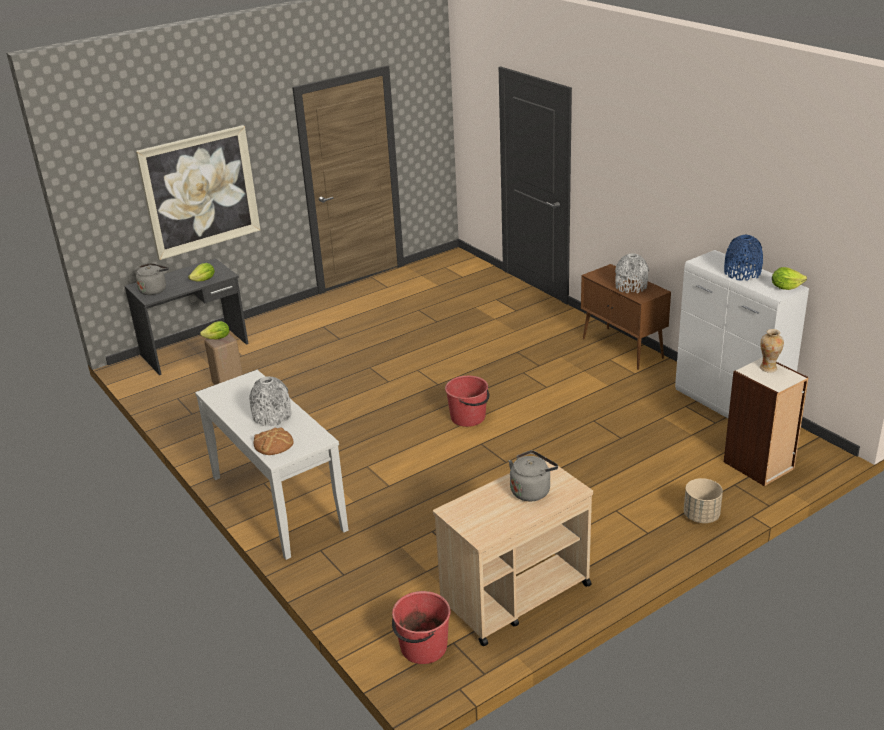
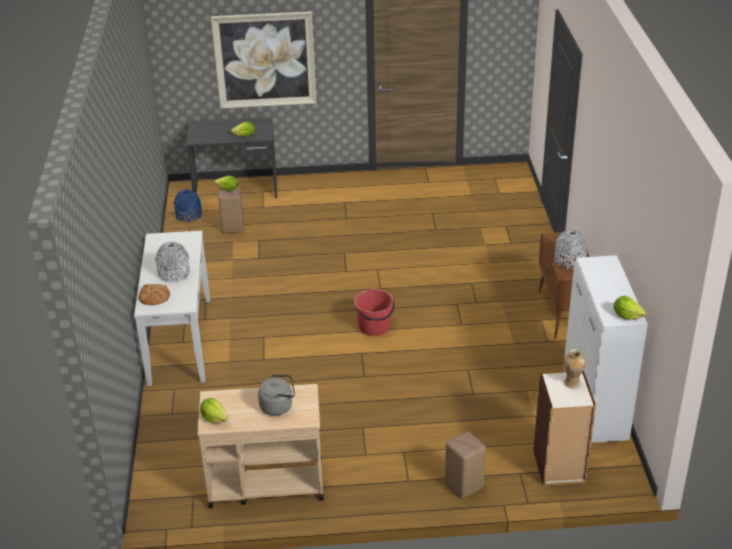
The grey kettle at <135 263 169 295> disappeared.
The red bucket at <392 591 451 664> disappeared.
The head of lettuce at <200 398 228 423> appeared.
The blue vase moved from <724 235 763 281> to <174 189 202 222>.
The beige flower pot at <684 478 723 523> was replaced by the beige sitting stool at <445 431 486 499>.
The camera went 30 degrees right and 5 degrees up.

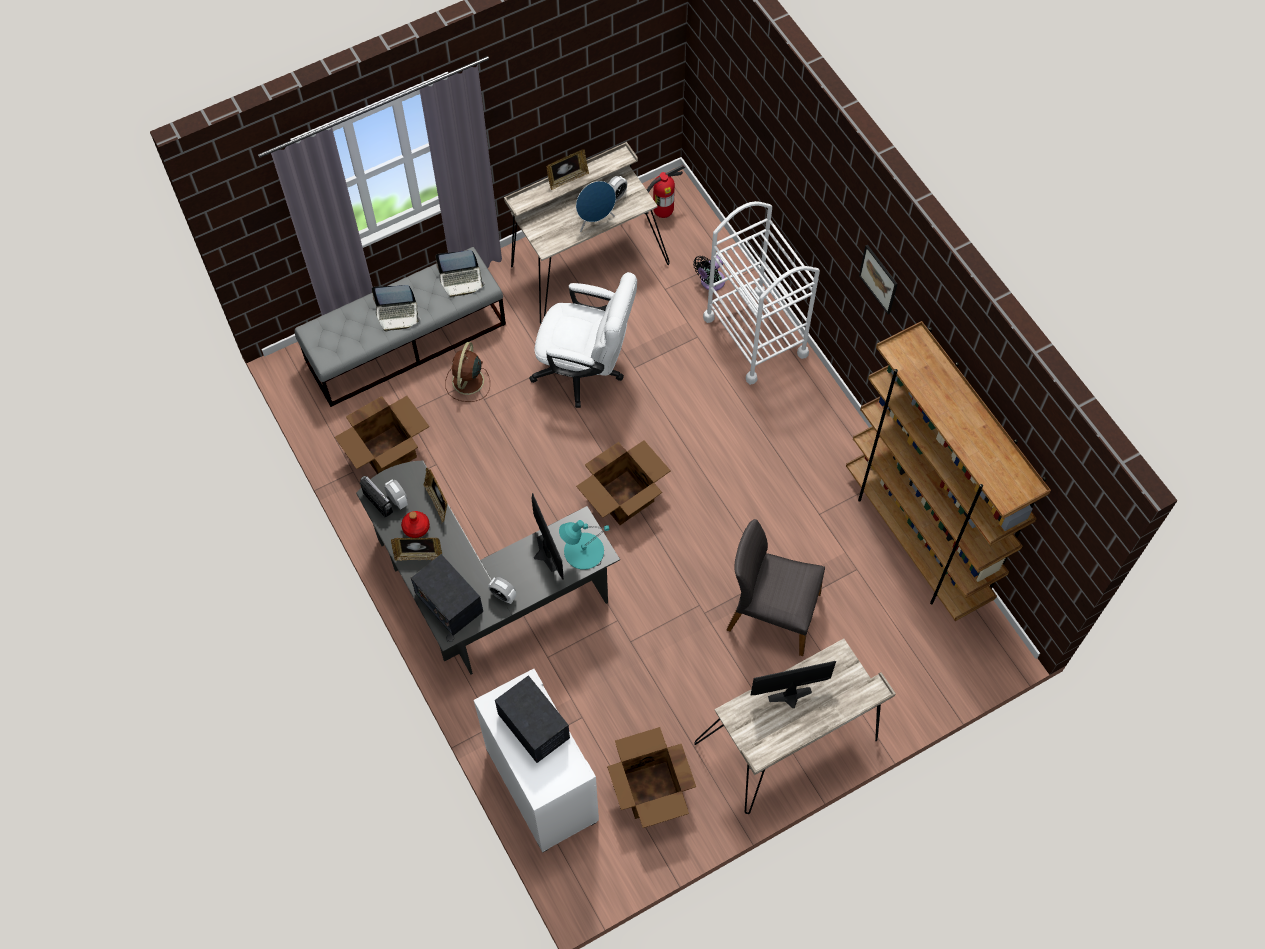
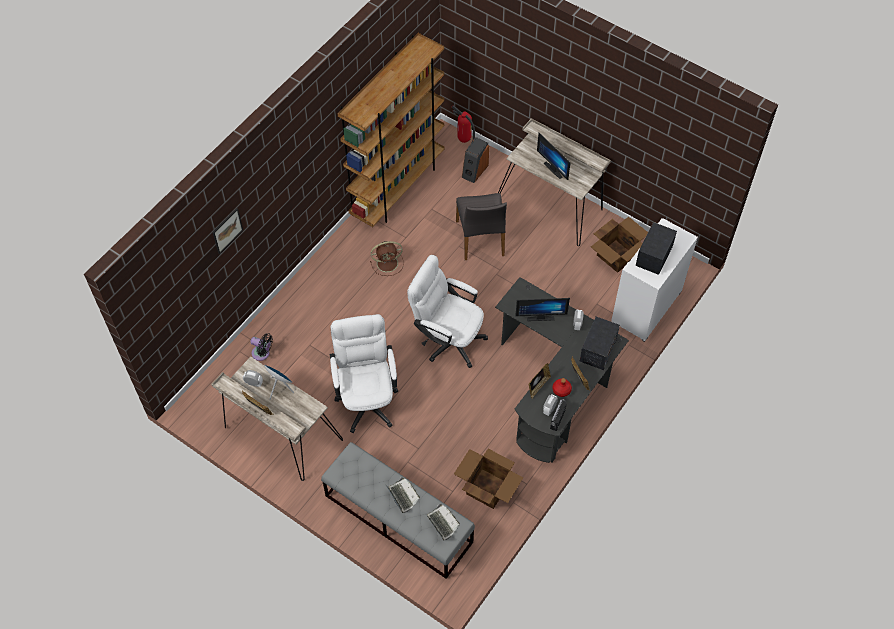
The turquoise-coloured lamp for a table at <559 520 610 570> disappeared.
The white cart at <703 201 820 385> disappeared.
The speaker at <462 137 489 183> appeared.
The laptop moved from <435 250 485 297> to <427 504 460 541>.
The brown-coloured cooling fan moved from <445 342 490 402> to <370 241 404 276>.
The fire-fighting cylinder moved from <644 165 685 218> to <452 105 475 143>.
The wall art moved from <859 245 897 314> to <213 208 243 254>.
The packing box at <576 440 671 525> was replaced by the white computer chair at <407 255 488 368>.
The computer display at <531 493 564 580> turned 135 degrees counterclockwise.
The camera went 115 degrees left and 5 degrees down.

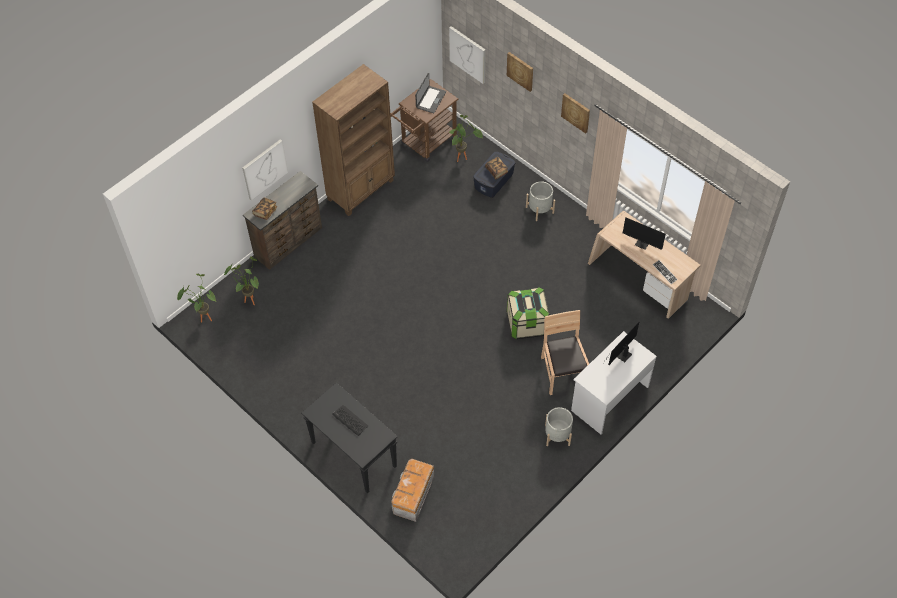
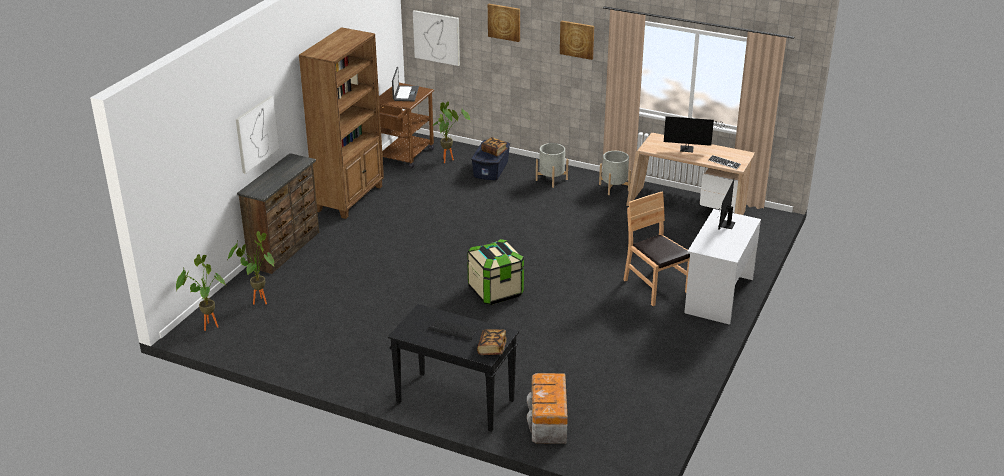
The book moved from <252 197 277 220> to <477 329 507 355>.
The storage container moved from <507 287 550 339> to <467 239 524 305>.
The grey flower pot moved from <545 407 573 446> to <599 151 631 195>.
The camera went 20 degrees left and 25 degrees down.

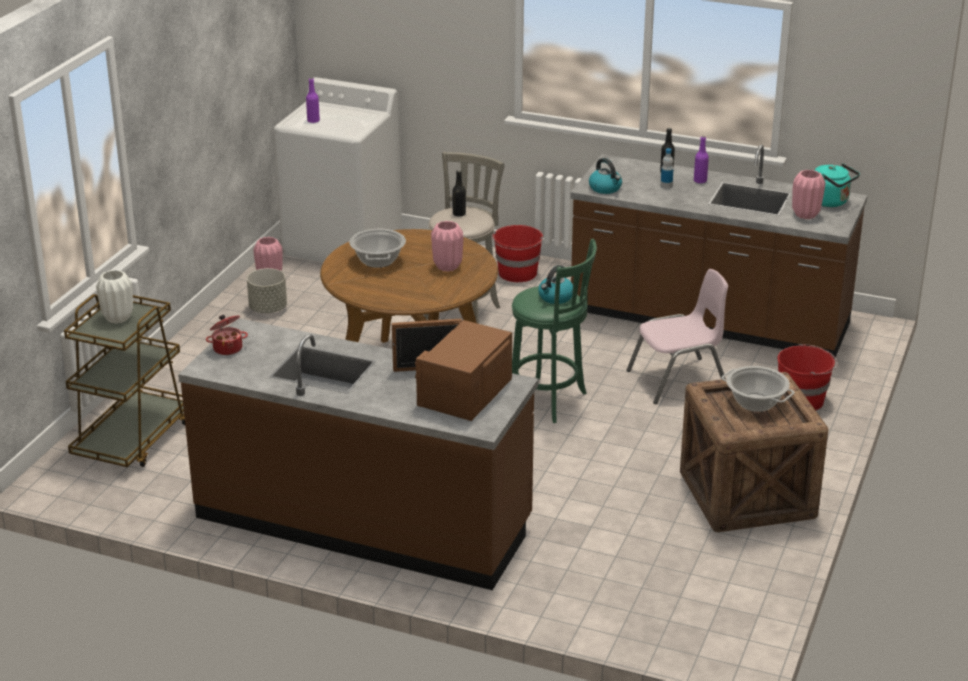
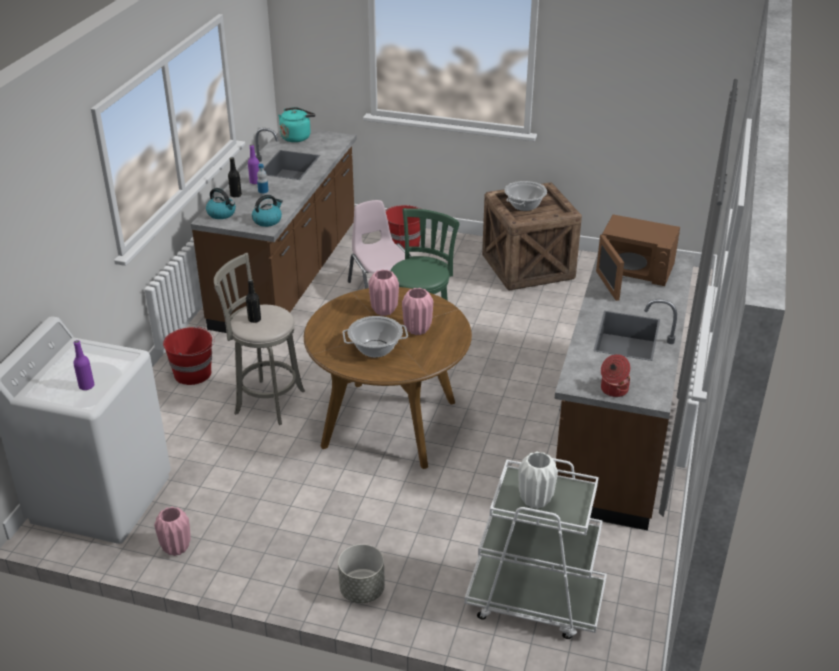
The grey flower pot moved from <247 268 287 313> to <338 544 385 603>.
The kettle moved from <538 265 573 304> to <206 188 236 219>.
The pinkish vase moved from <792 170 826 219> to <402 288 433 335>.
The brown-coloured cart at <64 294 185 467> became the white cart at <465 458 607 639>.
The camera went 95 degrees left and 5 degrees up.

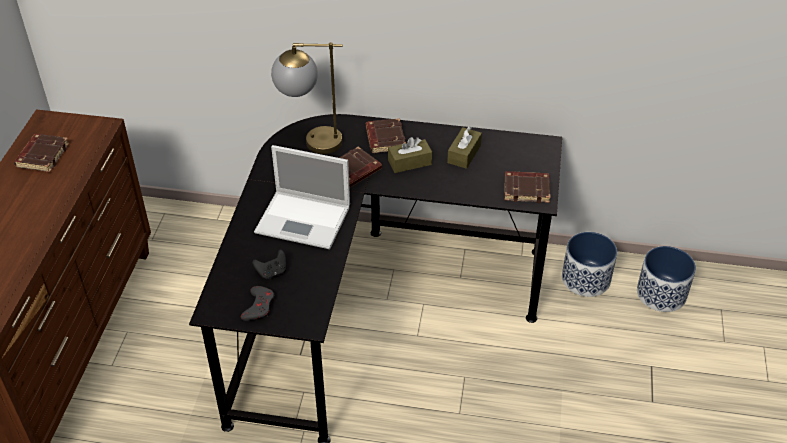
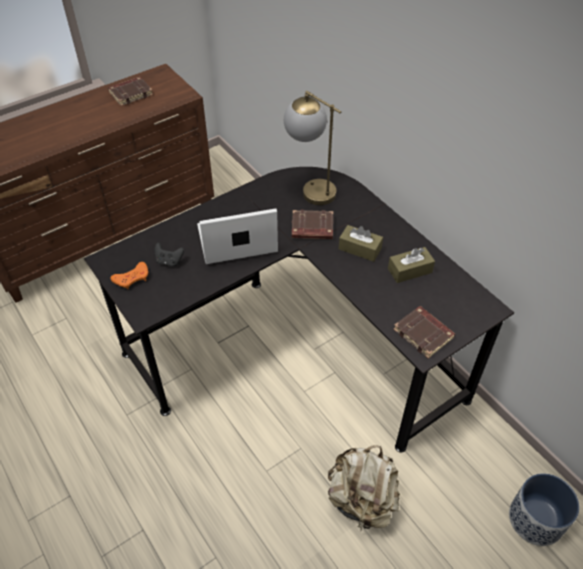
The brown-coloured book at <366 118 406 153> disappeared.
The flower pot at <562 232 617 297> disappeared.
The beige rucksack at <328 445 400 530> appeared.
The grey gamepad at <241 286 274 321> became the orange-coloured gamepad at <110 262 148 289>.
The laptop at <254 145 350 249> turned 105 degrees clockwise.
The camera went 45 degrees right and 5 degrees up.

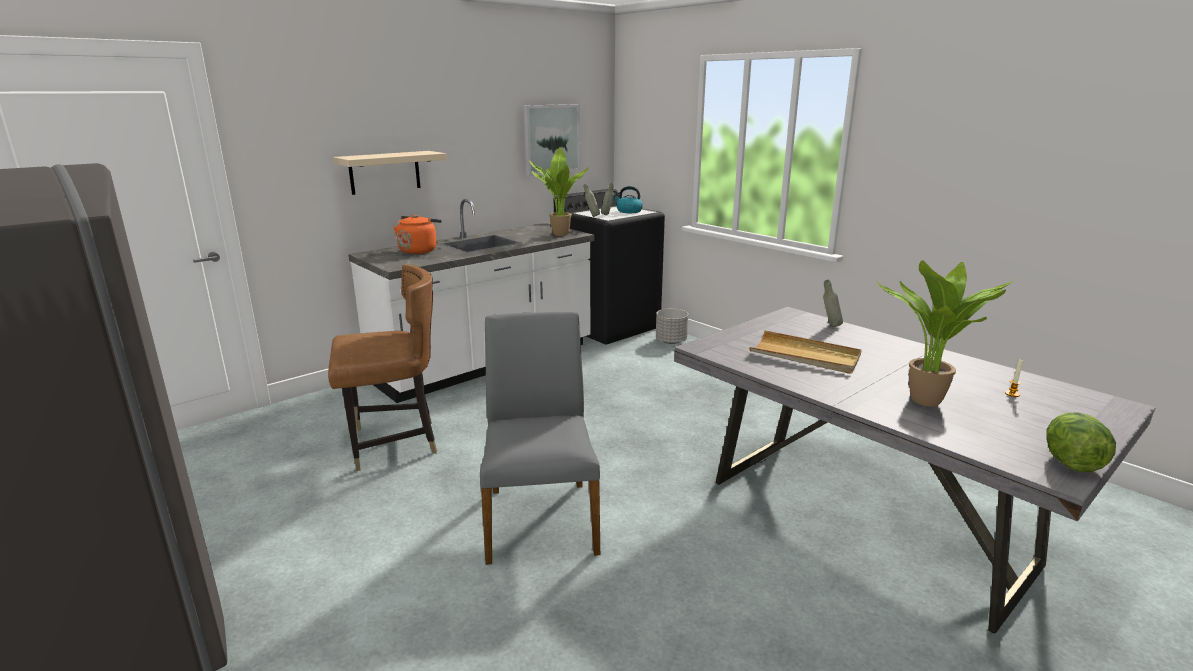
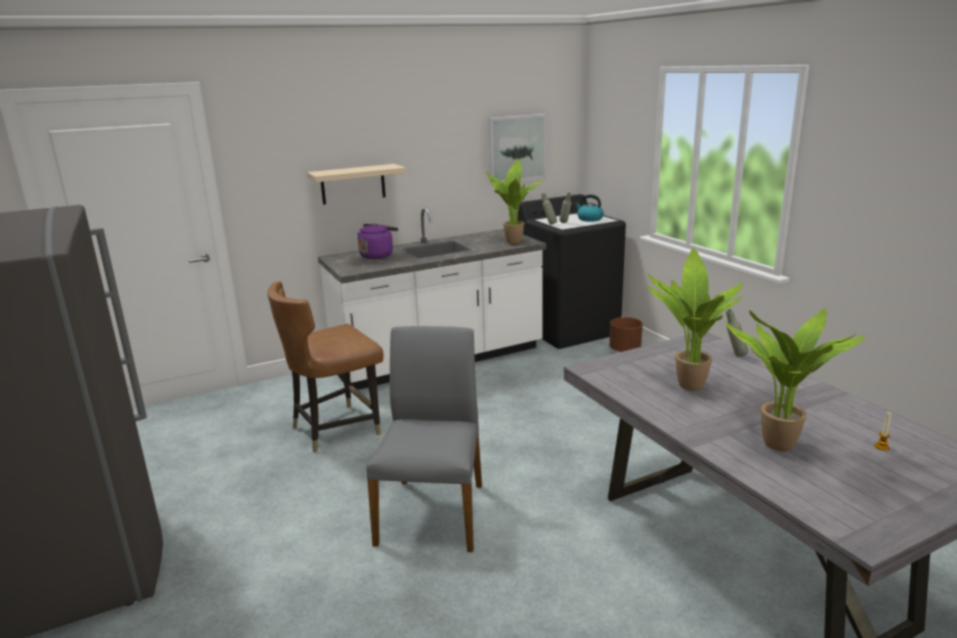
The head of lettuce at <1046 412 1116 472> disappeared.
The beige carrying tray at <749 330 861 374> was replaced by the plant in a pot at <648 248 743 391>.
The orange-coloured kettle at <393 215 442 254> became the purple-coloured kettle at <357 223 398 259>.
The grey flower pot at <656 309 688 344> became the brown-coloured flower pot at <609 317 643 352>.
The brown-coloured chair at <328 264 437 471> turned 150 degrees clockwise.
The camera went 15 degrees right and 0 degrees up.

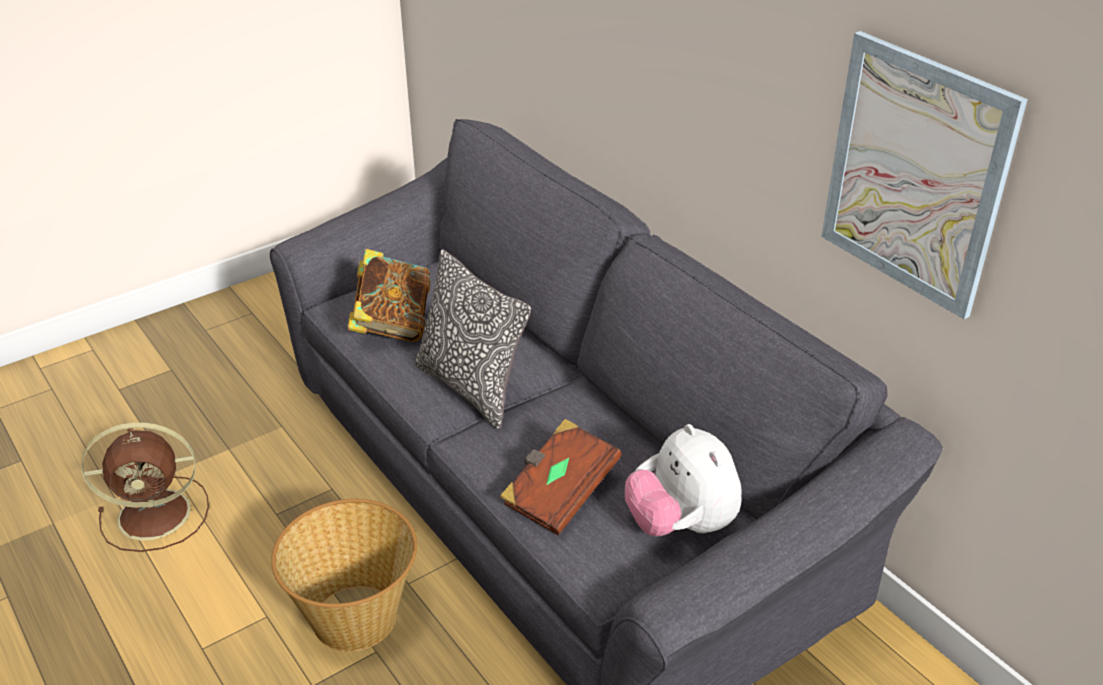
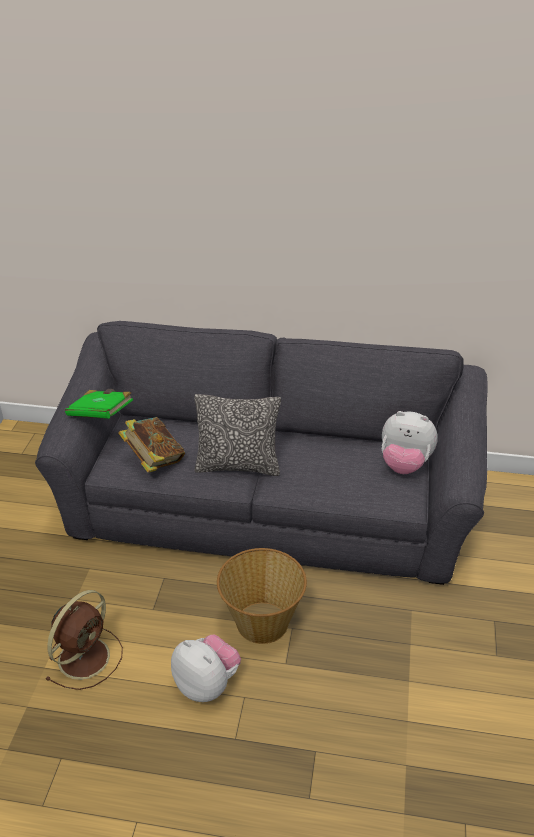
The brown-coloured book at <499 419 622 535> disappeared.
The wall art at <821 31 1028 319> disappeared.
The green book at <65 389 133 419> appeared.
The plush toy at <171 634 241 702> appeared.
The camera went 45 degrees left and 0 degrees up.

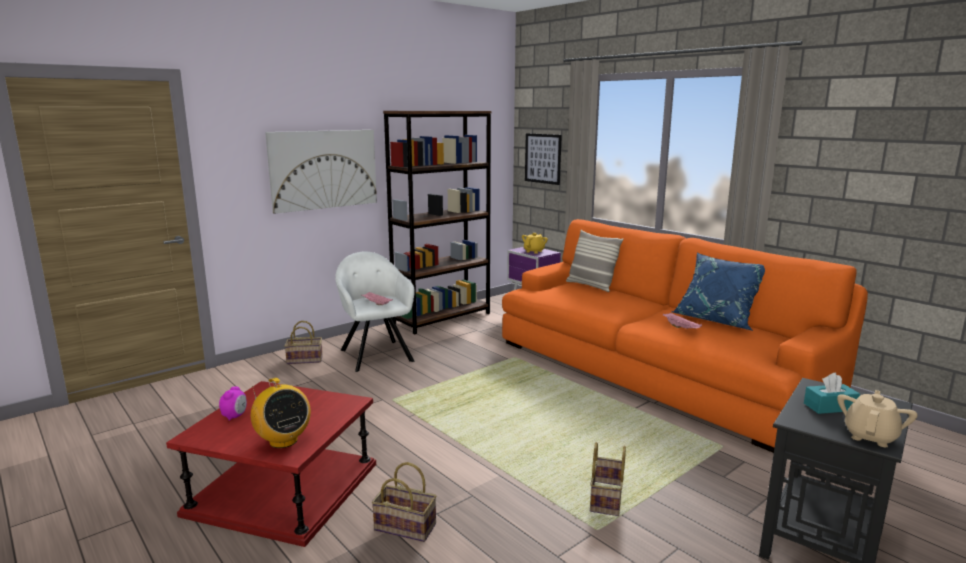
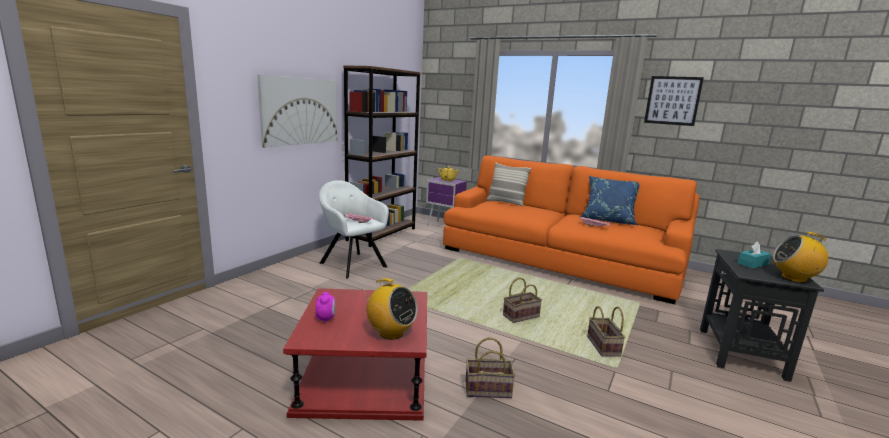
The basket moved from <284 321 323 364> to <503 278 542 323>.
The wall art moved from <525 133 562 185> to <644 76 704 126>.
The beige tea pot at <837 390 918 447> was replaced by the radio set at <773 232 828 283>.
The camera went 20 degrees left and 0 degrees up.

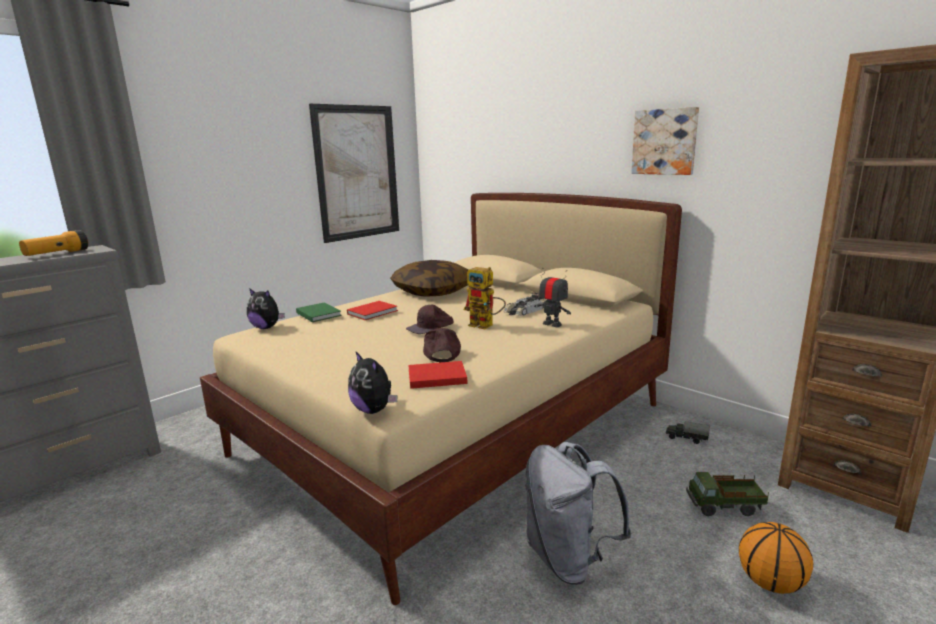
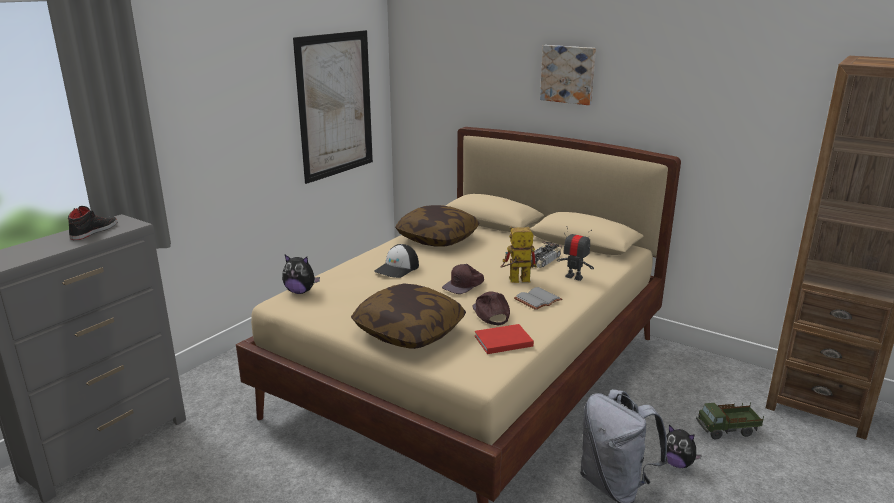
The green book at <296 302 342 322> disappeared.
The model truck at <666 421 710 444> disappeared.
The basketball ball at <739 522 813 594> disappeared.
The cushion at <351 284 466 349> appeared.
The grey book at <514 287 562 310> appeared.
The plush toy moved from <348 352 397 414> to <666 425 702 468>.
The wall art moved from <631 107 699 175> to <540 45 596 105>.
The torch at <19 230 88 256> was replaced by the blackish low shoe at <68 206 118 240>.
The red book at <347 301 398 320> was replaced by the baseball cap at <374 244 419 278>.
The model robot at <464 267 506 329> turned 150 degrees clockwise.
The camera went 10 degrees left and 5 degrees up.

